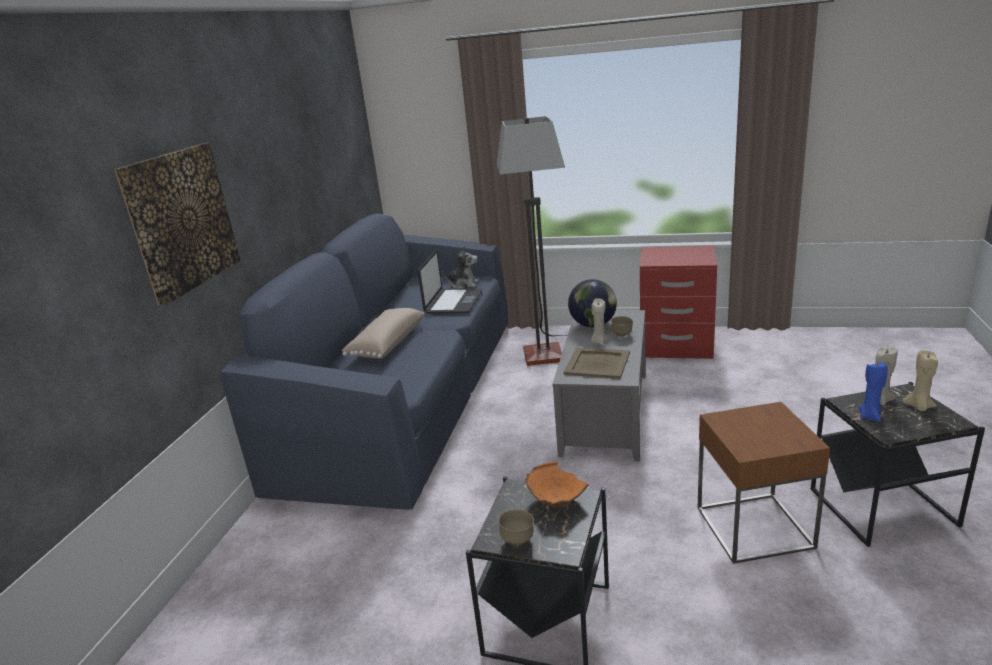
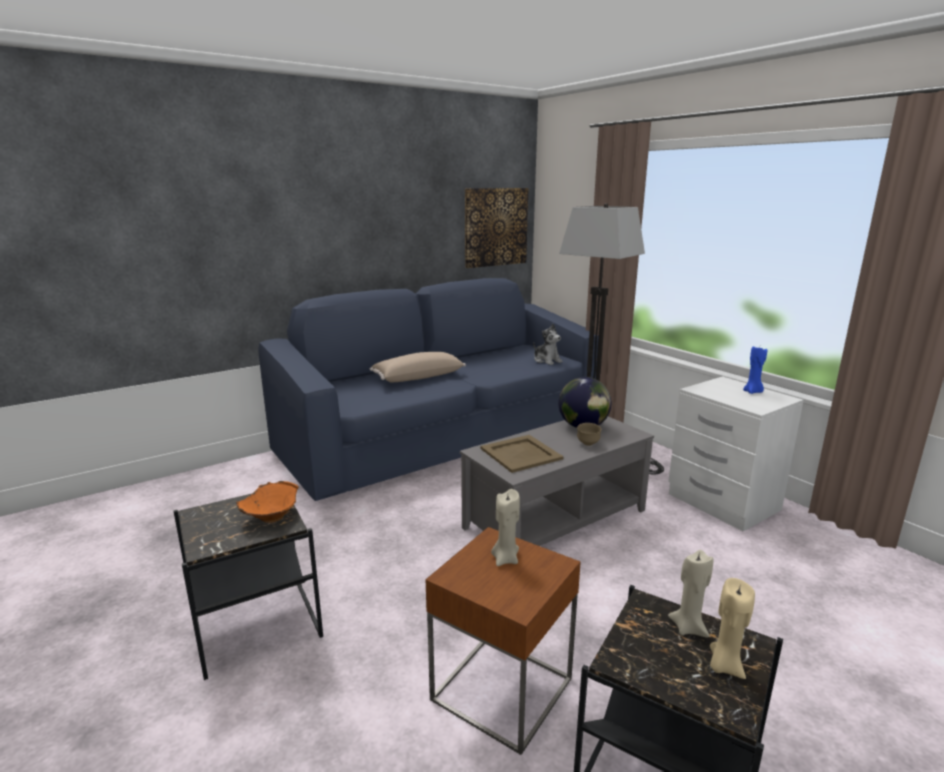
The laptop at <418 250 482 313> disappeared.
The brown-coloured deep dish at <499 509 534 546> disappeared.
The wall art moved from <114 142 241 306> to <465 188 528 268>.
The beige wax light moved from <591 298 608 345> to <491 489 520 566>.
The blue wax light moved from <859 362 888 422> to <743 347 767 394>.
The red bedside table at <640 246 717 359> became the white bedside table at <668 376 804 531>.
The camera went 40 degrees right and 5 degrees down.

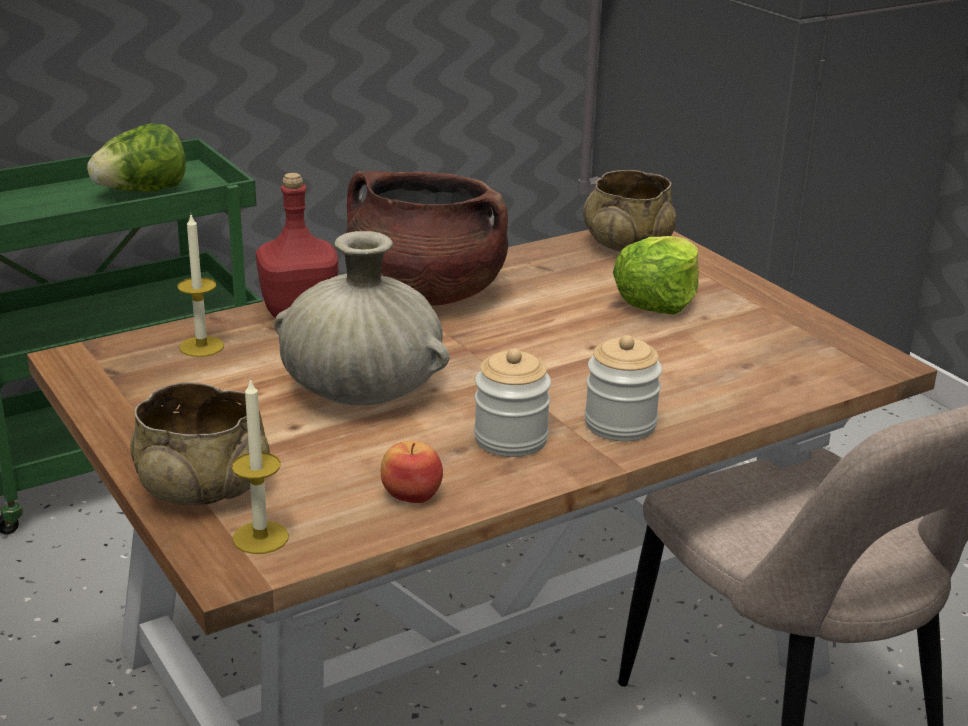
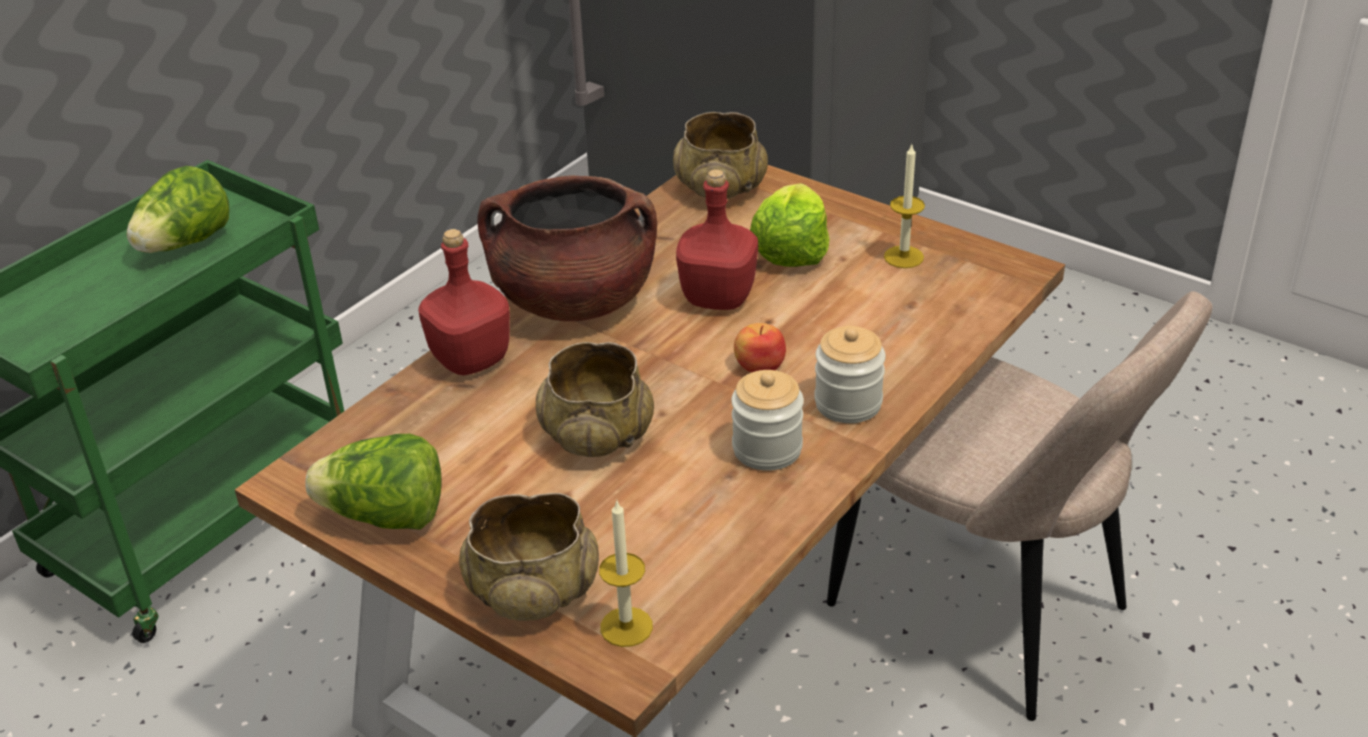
The head of lettuce at <306 434 441 530> appeared.
The red beverage bottle at <676 169 758 310> appeared.
The wax light moved from <177 215 224 357> to <884 143 925 268>.
The apple moved from <381 441 443 503> to <734 323 786 372>.
The beige vase at <274 231 449 405> was replaced by the beige deep dish at <536 342 654 457>.
The camera went 20 degrees left and 10 degrees up.

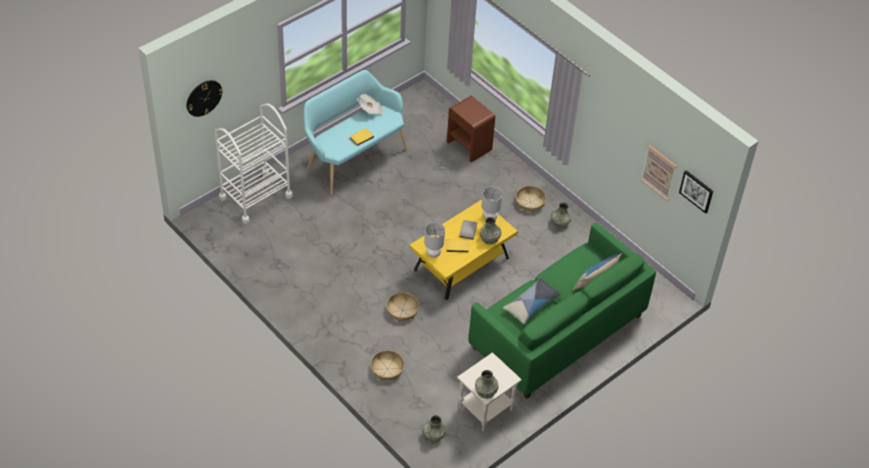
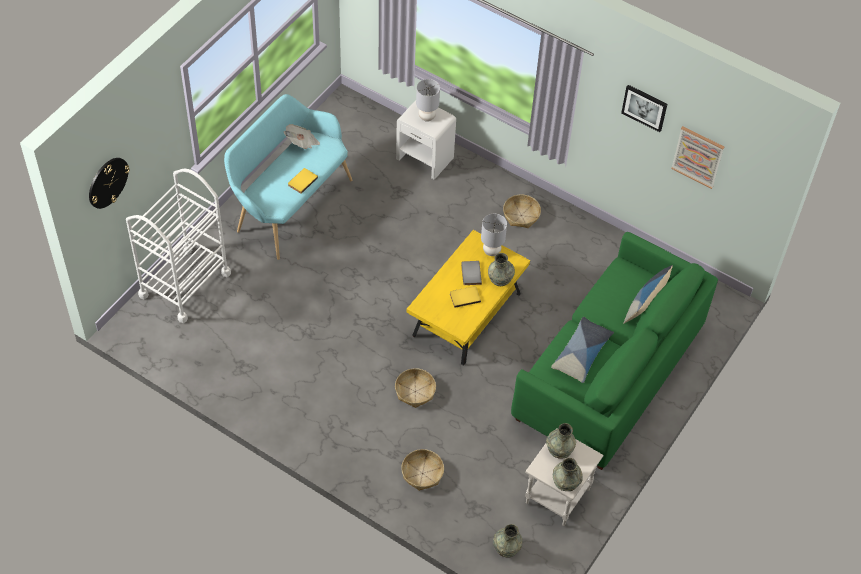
The grey lamp for a table moved from <424 222 445 258> to <416 79 440 122>.
The grey vase moved from <551 202 571 229> to <546 423 576 459>.
The wall art moved from <679 170 713 214> to <621 85 667 132>.
The brown-coloured bedside table at <447 96 495 162> became the white bedside table at <396 100 456 180>.
The camera went 15 degrees left and 5 degrees up.

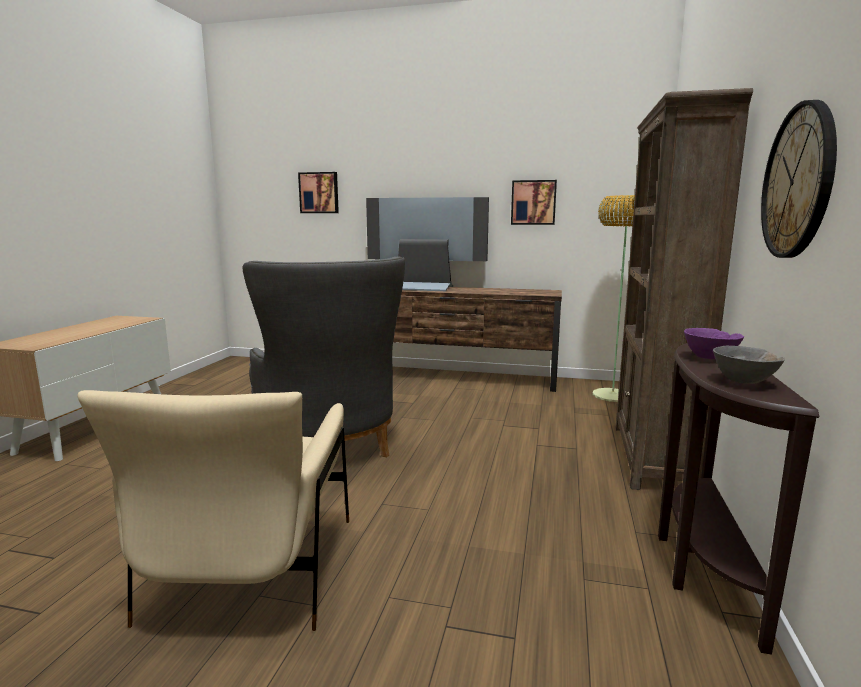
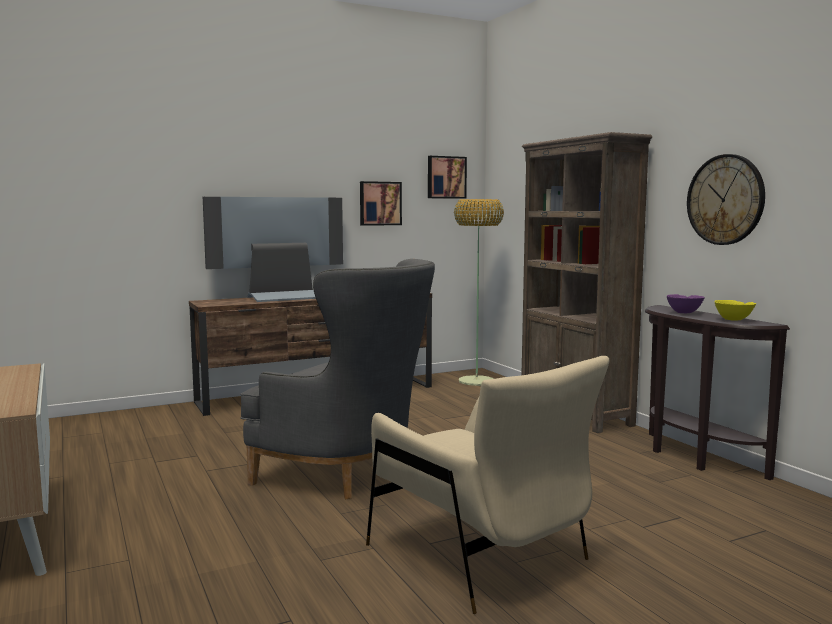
The wall art moved from <298 172 339 213> to <428 156 467 199>.
The grey deep dish at <713 346 785 384> became the yellow deep dish at <715 300 756 321>.
The camera went 40 degrees left and 5 degrees down.

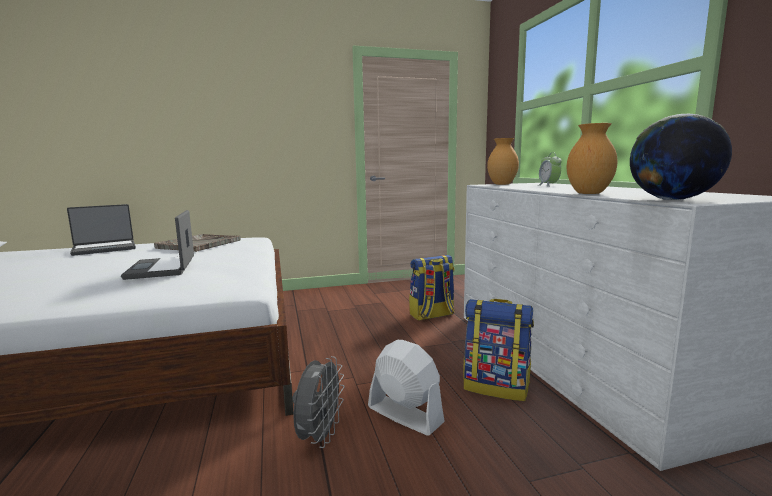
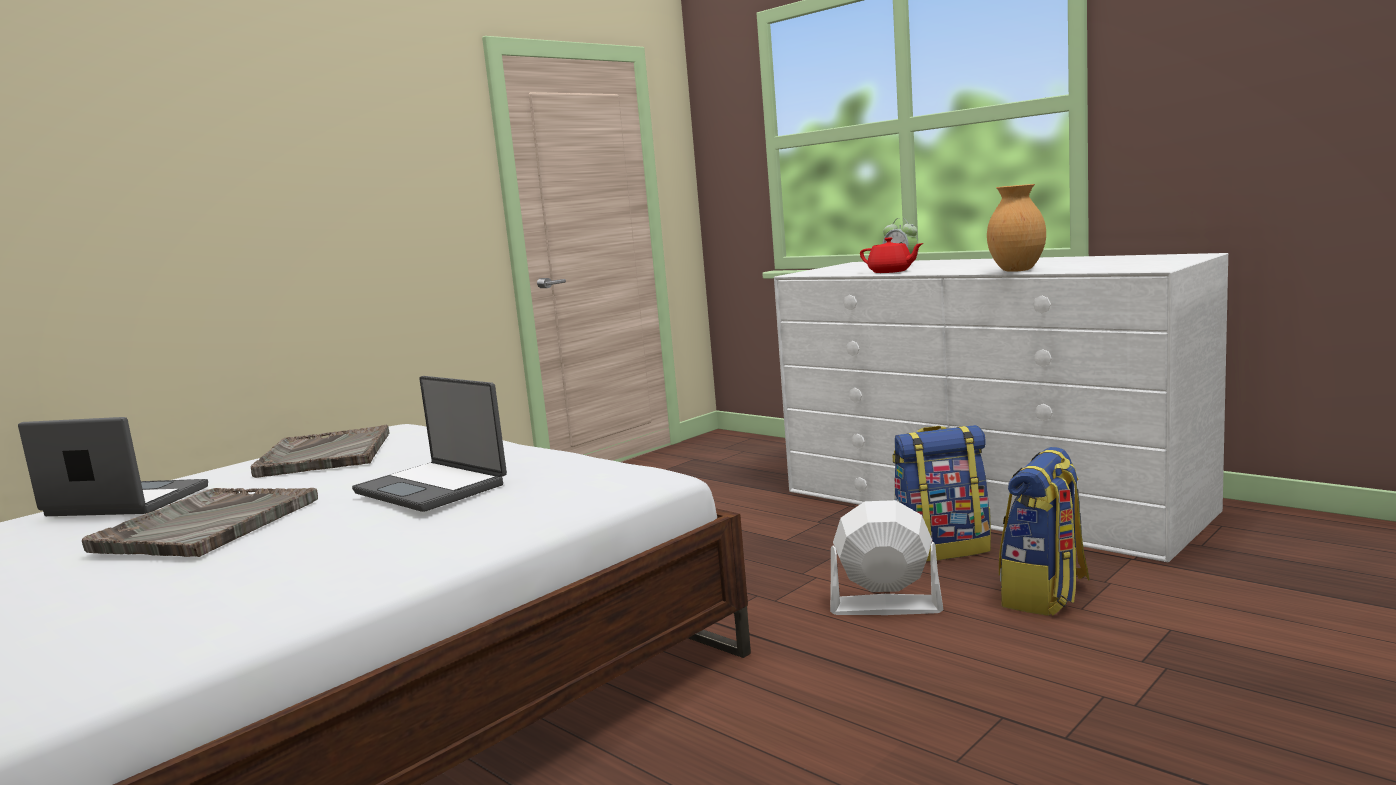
The grey cooling fan at <293 356 345 448> disappeared.
The brown-coloured vase at <487 138 519 185> disappeared.
The world globe at <630 114 732 200> disappeared.
The grey carrying tray at <82 488 318 557> appeared.
The red tea pot at <860 237 924 273> appeared.
The rucksack moved from <409 255 454 321> to <999 447 1090 616>.
The laptop at <67 204 136 256> turned 105 degrees counterclockwise.
The camera went 30 degrees left and 0 degrees up.

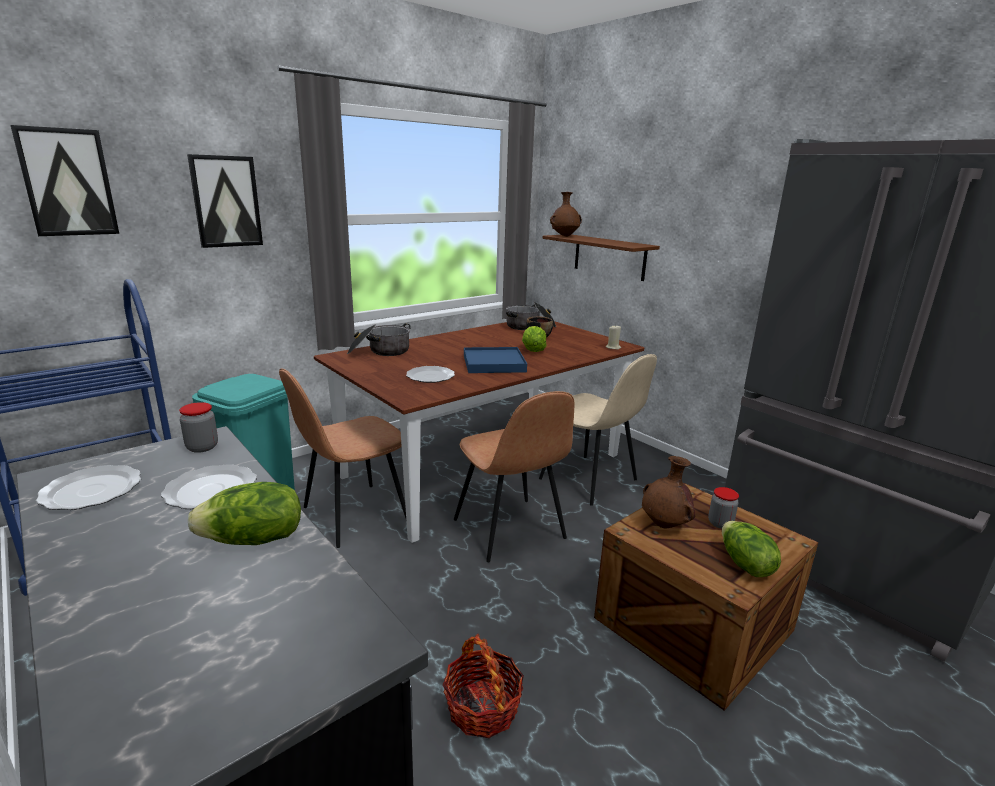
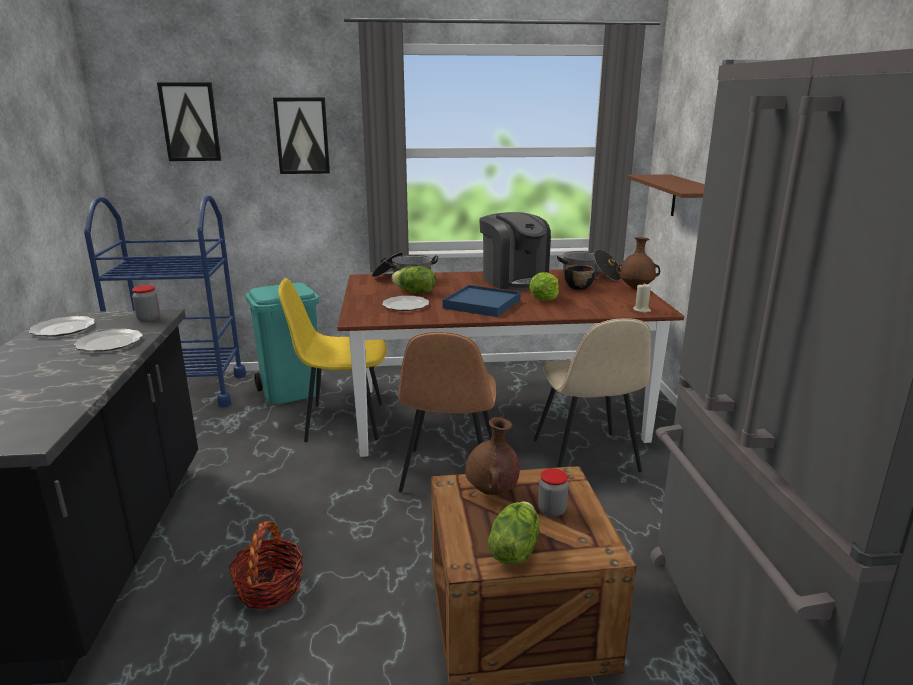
The coffee maker at <479 212 551 290> appeared.
The head of lettuce moved from <188 482 301 545> to <391 266 436 293>.
The brown-coloured vase moved from <550 192 582 237> to <616 237 660 290>.
The brown-coloured chair at <279 368 406 548> became the yellow chair at <278 278 387 442>.
The camera went 35 degrees right and 0 degrees up.

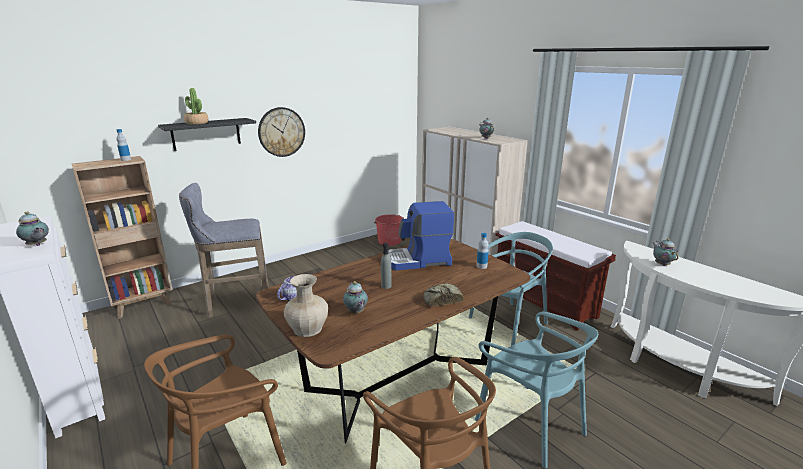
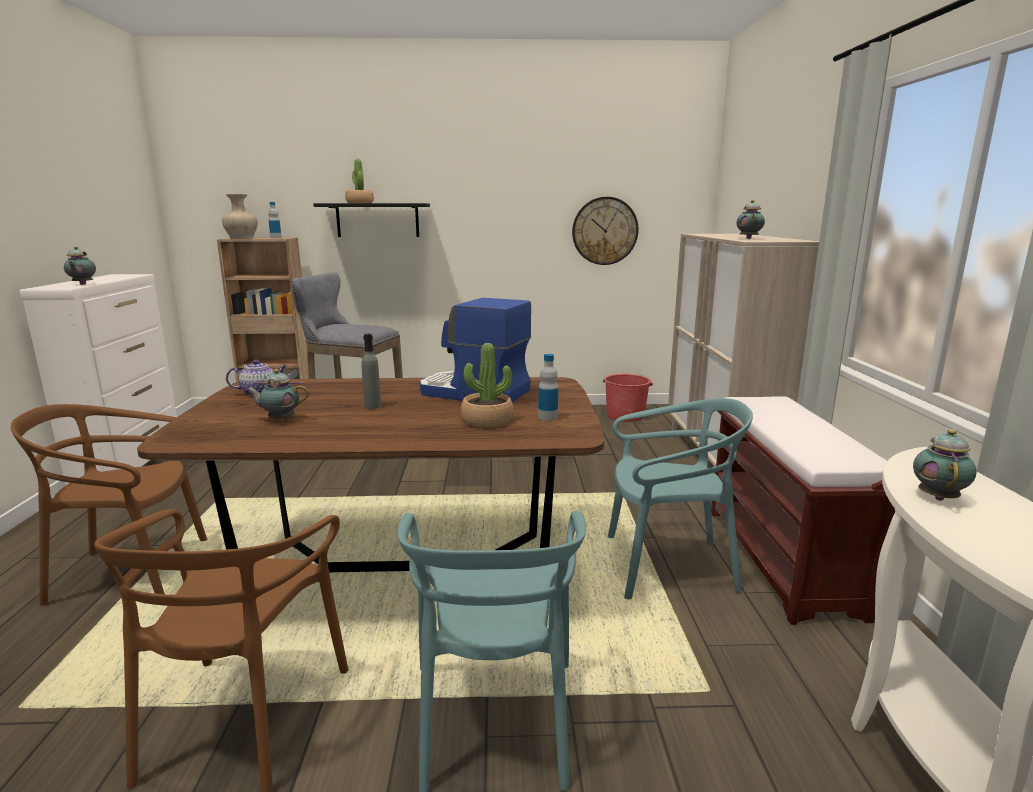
The baked bread at <423 283 464 307> disappeared.
The plant in a pot at <461 343 514 427> appeared.
The hanging clock moved from <258 107 305 157> to <572 197 639 265>.
The beige vase moved from <284 274 328 337> to <222 194 258 239>.
The tea pot at <343 281 368 314> turned 75 degrees clockwise.
The camera went 35 degrees right and 5 degrees down.

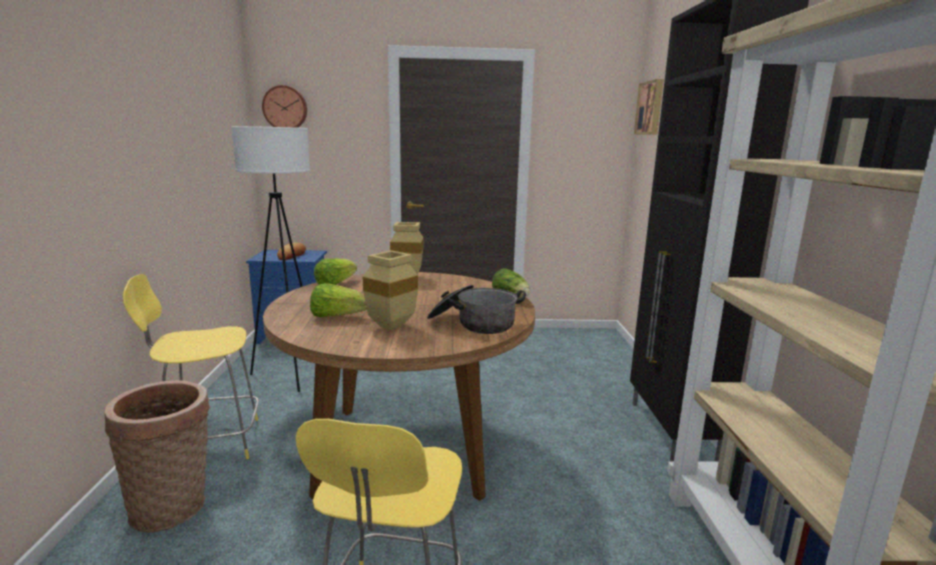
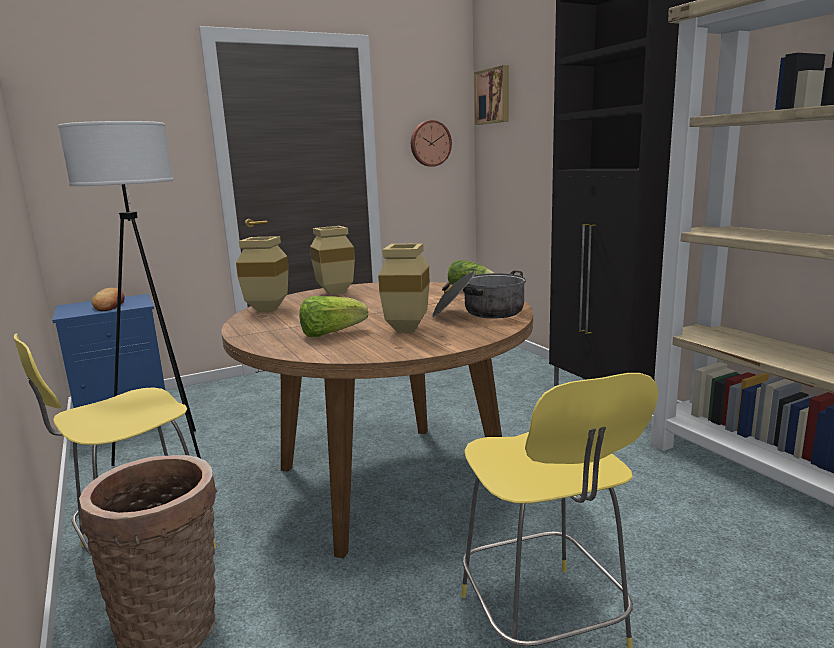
The hanging clock moved from <262 85 307 128> to <411 120 452 167>.
The head of lettuce at <314 258 357 285> was replaced by the beige vase at <236 236 289 312>.
The camera went 25 degrees left and 0 degrees up.

